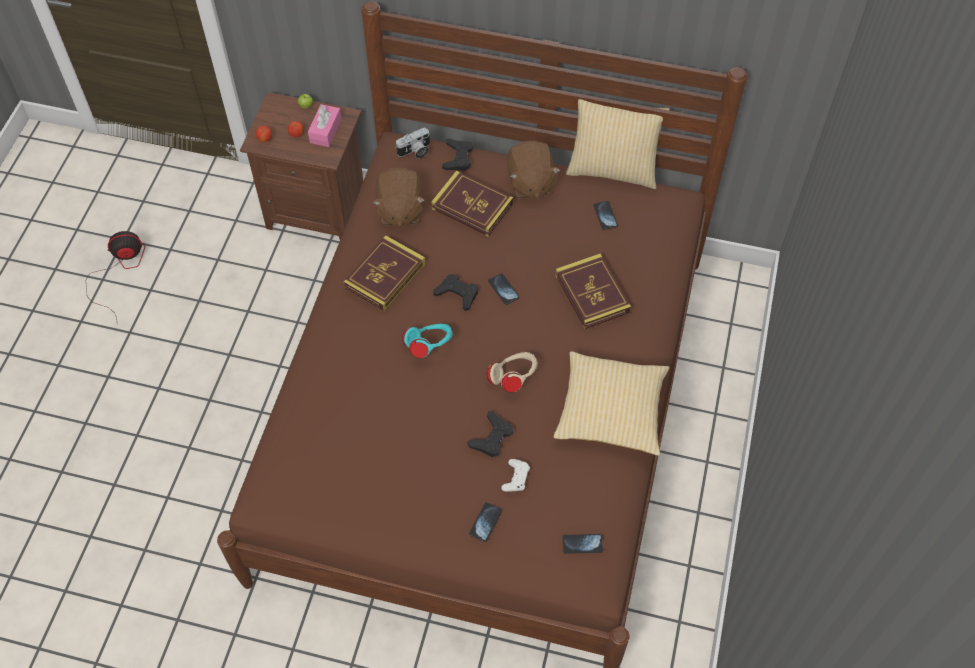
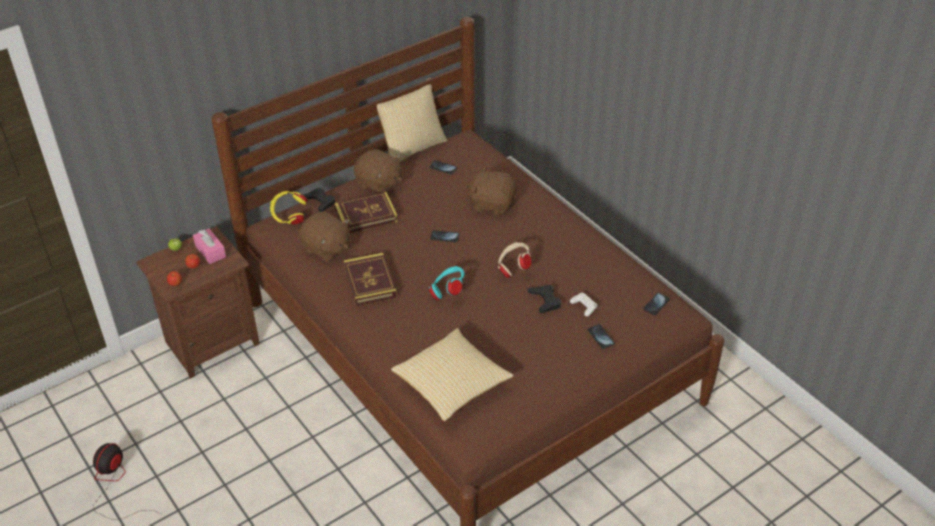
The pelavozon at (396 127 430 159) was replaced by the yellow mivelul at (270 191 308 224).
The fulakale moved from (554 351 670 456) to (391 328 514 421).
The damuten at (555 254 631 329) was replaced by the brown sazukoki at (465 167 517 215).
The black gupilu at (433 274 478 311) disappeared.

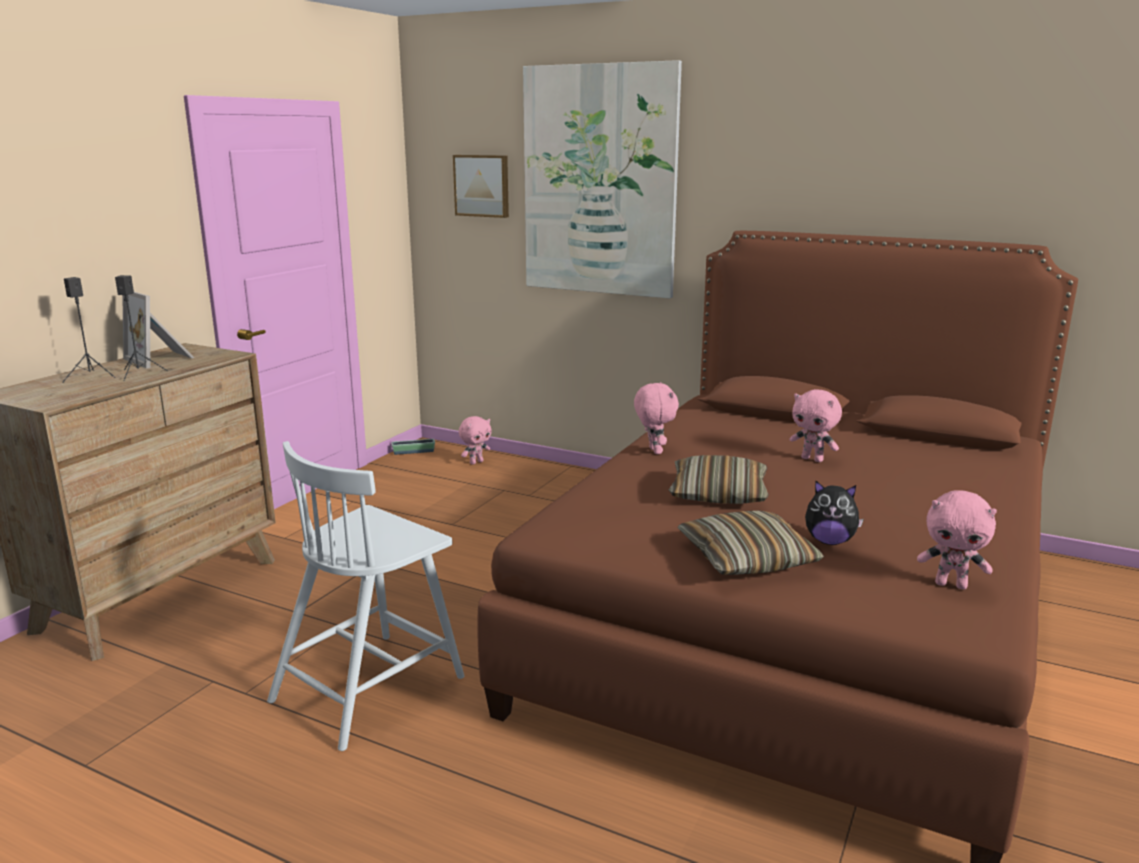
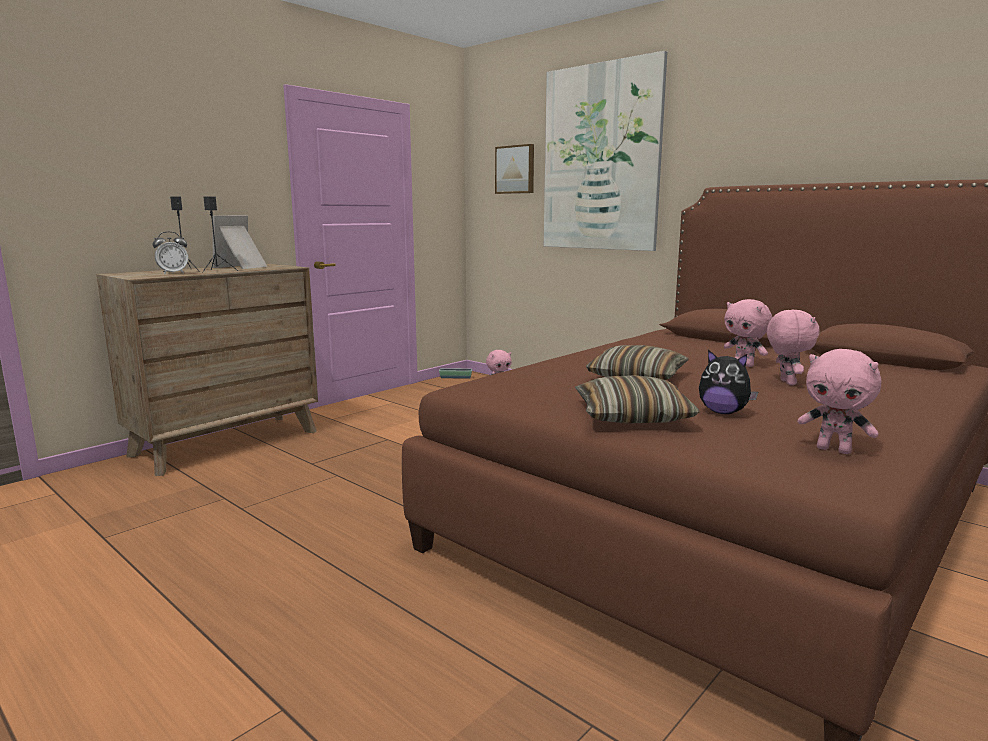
The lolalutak at (153 231 188 275) appeared.
The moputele at (122 292 194 368) turned 60 degrees clockwise.
The pink sazukoki moved from (634 382 679 454) to (767 310 820 385).
The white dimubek at (267 441 464 751) disappeared.

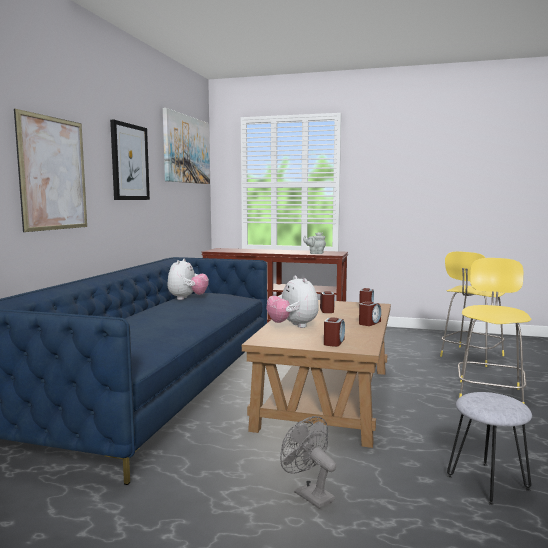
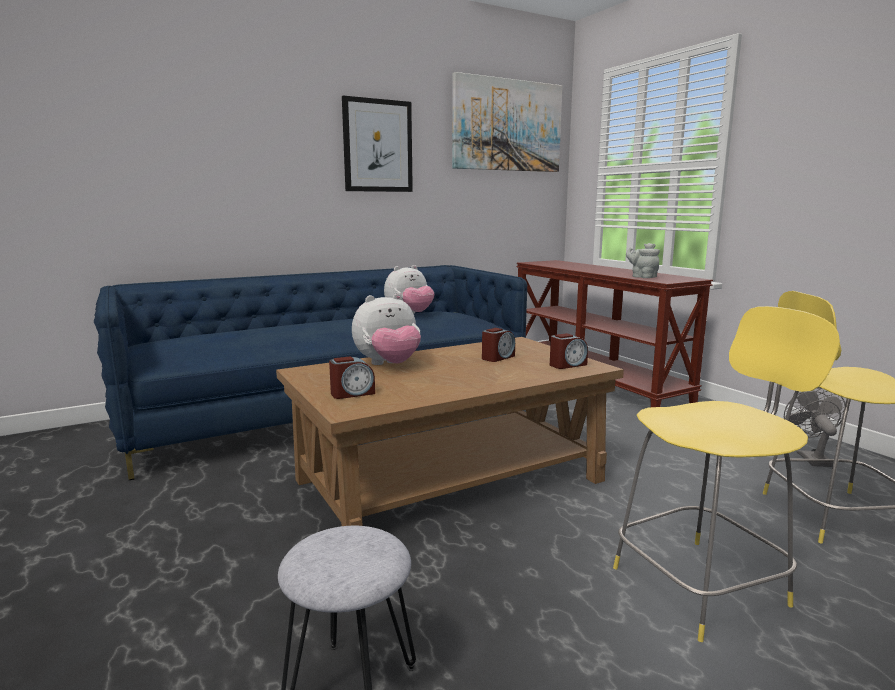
The sazukoki at (267 275 319 328) turned 135 degrees counterclockwise.
The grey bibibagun moved from (280 416 336 509) to (784 388 845 467).
The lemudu at (14 109 87 232) disappeared.
The lolalutak at (359 301 381 326) disappeared.

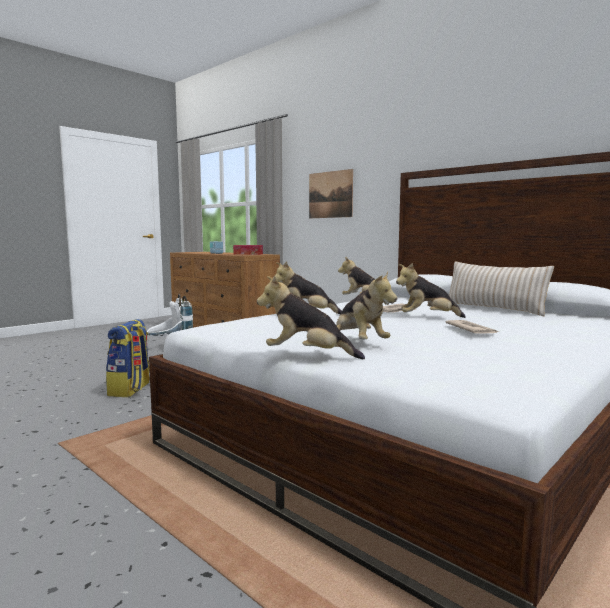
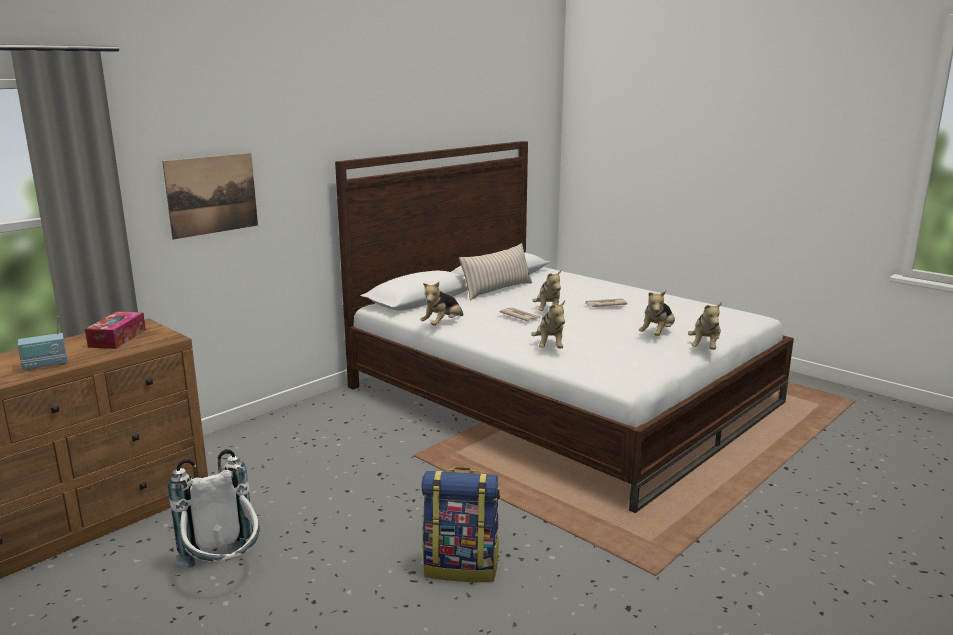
The sazukoki at (336 272 397 339) turned 150 degrees clockwise.

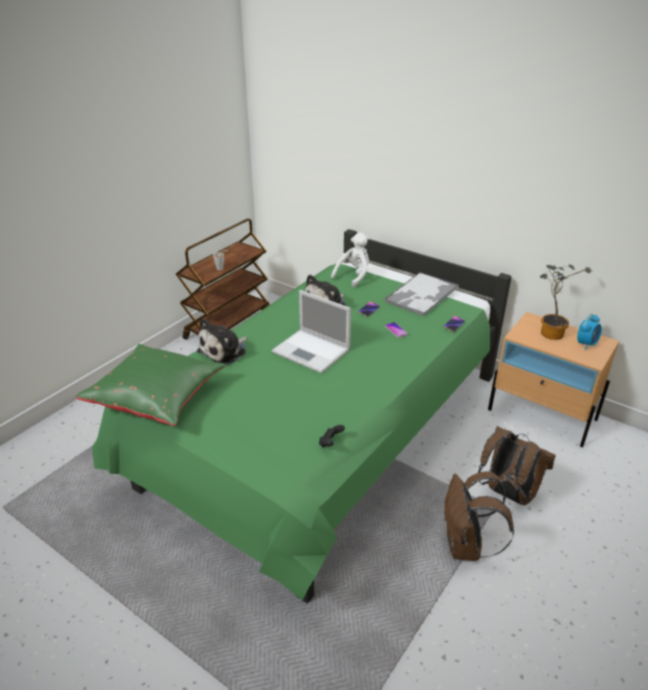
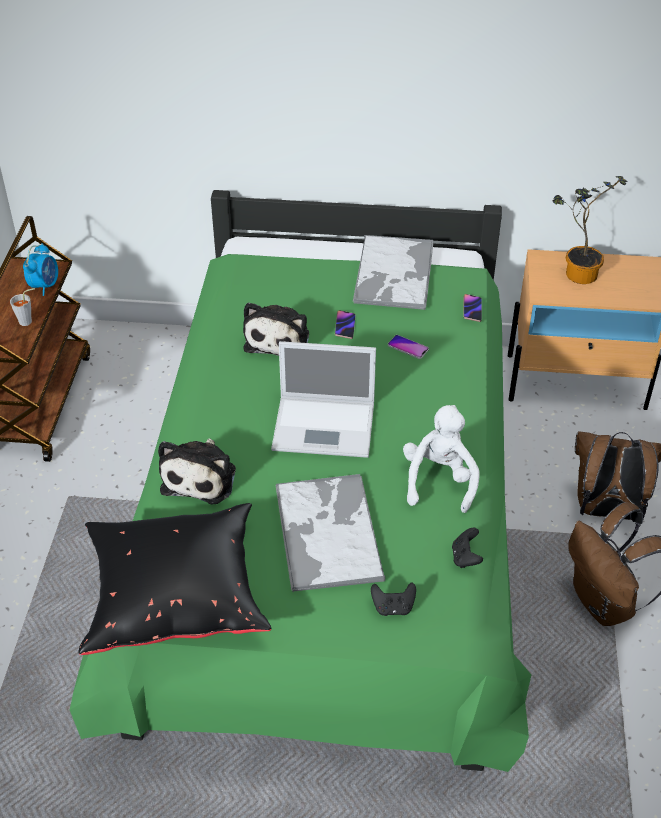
The lolalutak moved from (577 314 602 350) to (23 243 58 296).
The green fulakale at (76 344 226 426) became the black fulakale at (79 503 272 655).
The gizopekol at (275 474 385 593) appeared.
The black gupilu at (371 582 416 616) appeared.
The white sazukoki moved from (331 233 369 288) to (403 405 480 513).

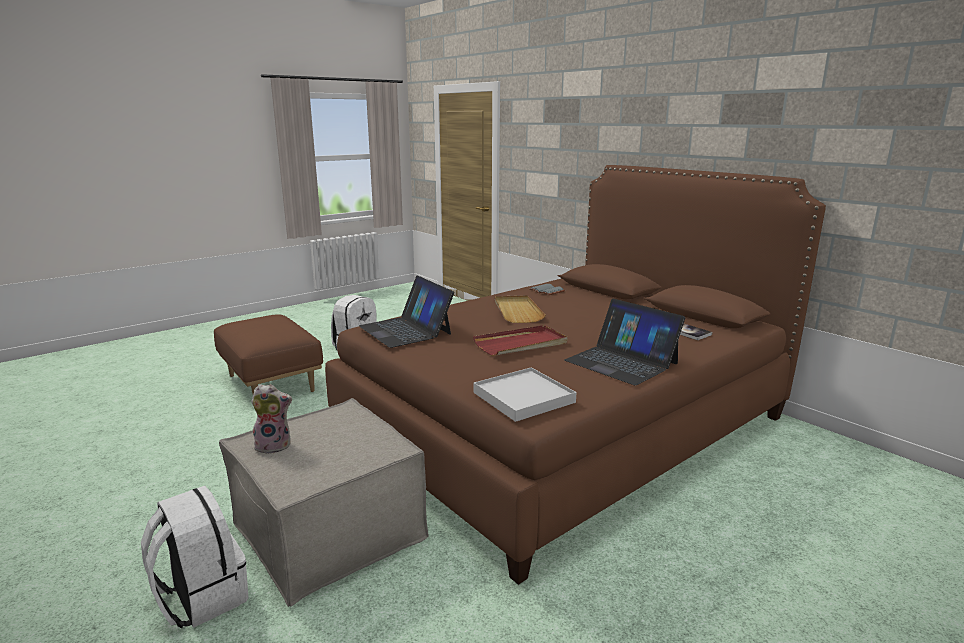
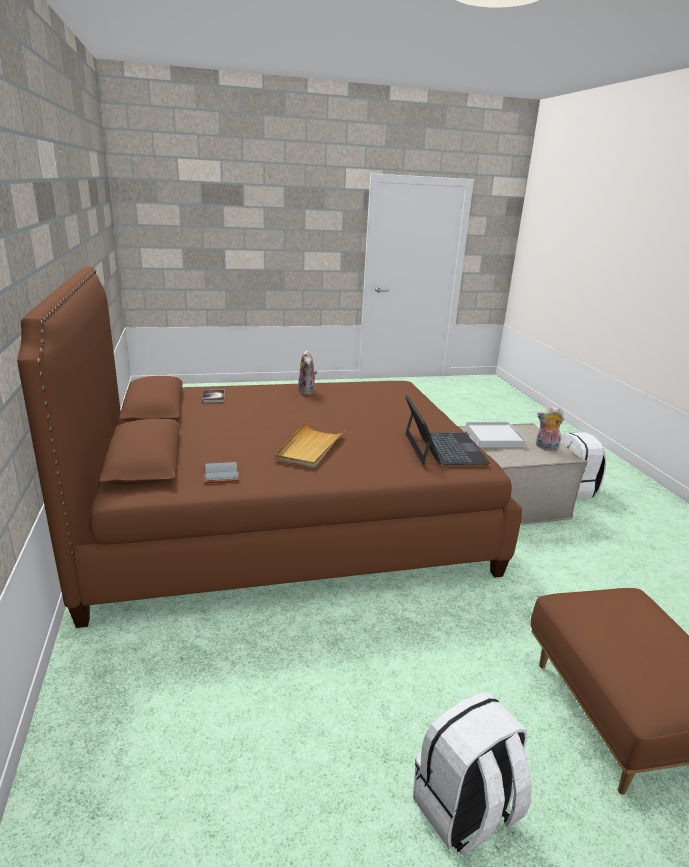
The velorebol at (564 299 685 386) was replaced by the sazukoki at (297 350 317 395).
The white gizopekol moved from (474 367 576 422) to (465 422 527 448).
The red gizopekol at (473 325 568 356) disappeared.

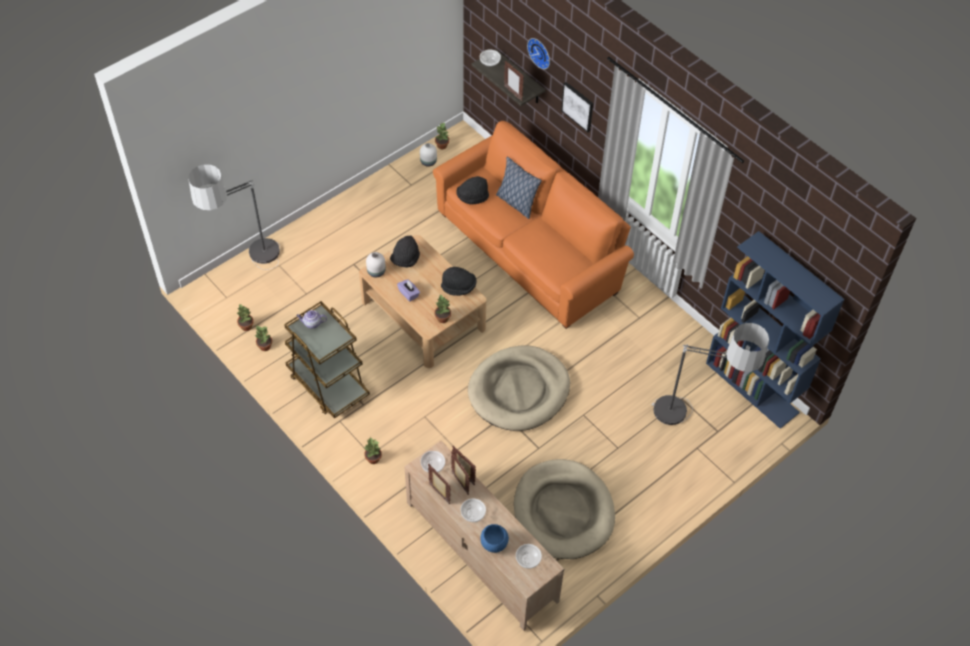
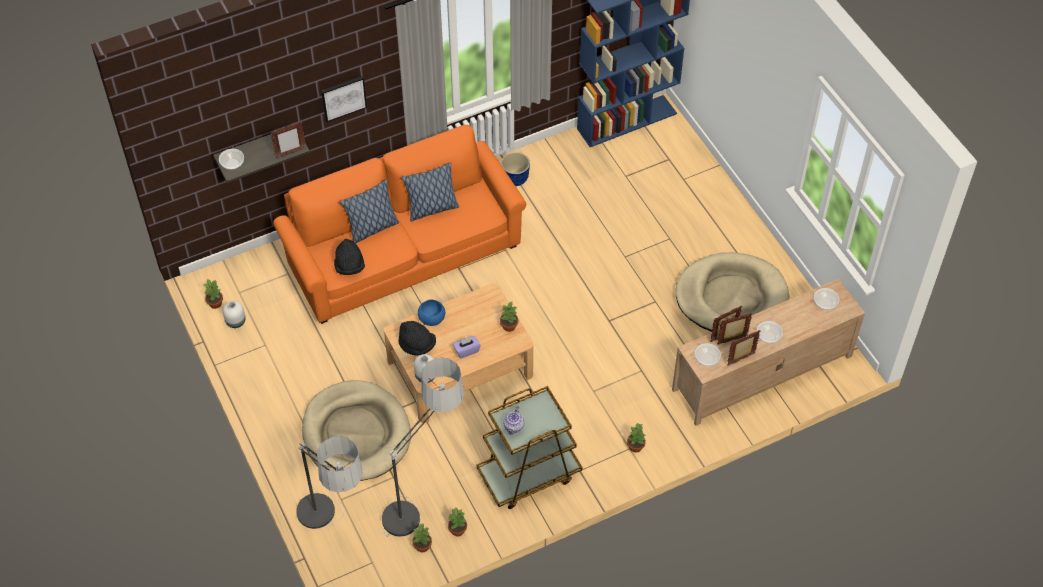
The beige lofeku moved from (468 345 570 431) to (302 380 411 481).
The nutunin moved from (651 323 769 425) to (381 358 464 537).
The fulakale at (401 163 459 222) appeared.
The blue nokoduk moved from (481 524 509 553) to (418 300 445 326).
The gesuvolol at (501 152 530 186) appeared.
The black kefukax at (441 267 477 296) disappeared.
The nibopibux at (527 38 550 69) disappeared.

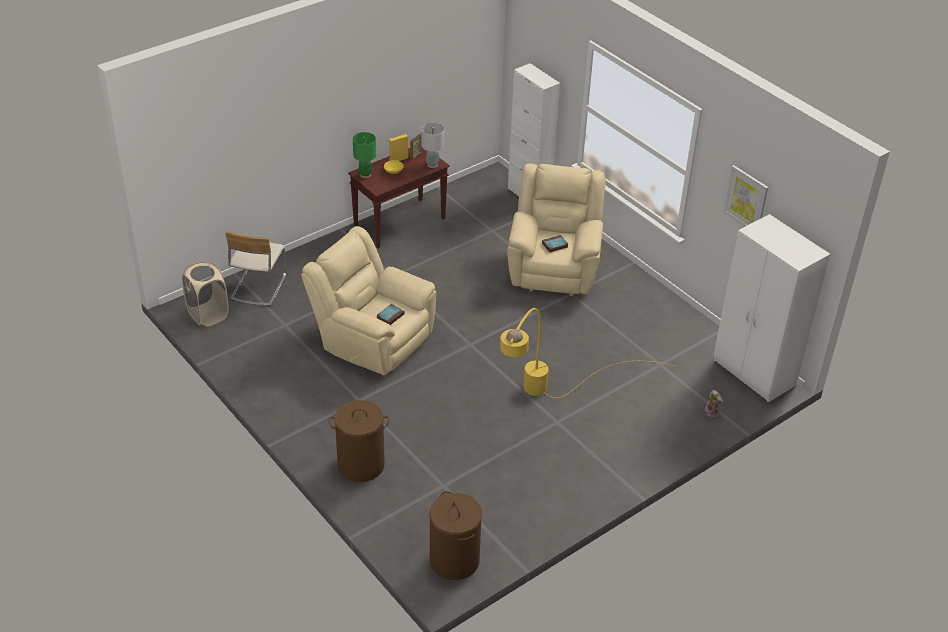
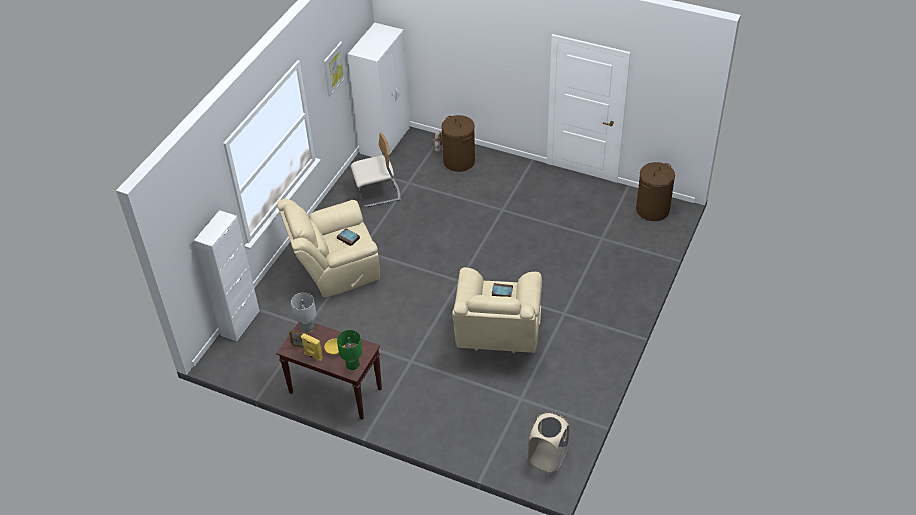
The beige dimubek moved from (225 231 286 306) to (351 132 401 207).
The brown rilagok moved from (329 400 389 482) to (441 115 475 172).
The yellow nutunin at (500 308 674 398) disappeared.

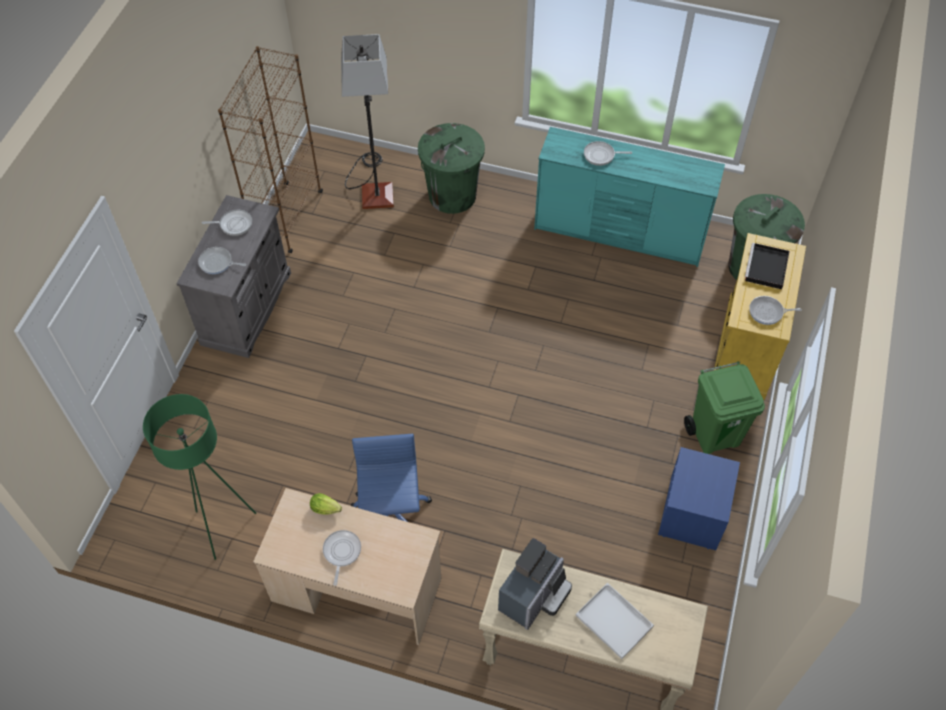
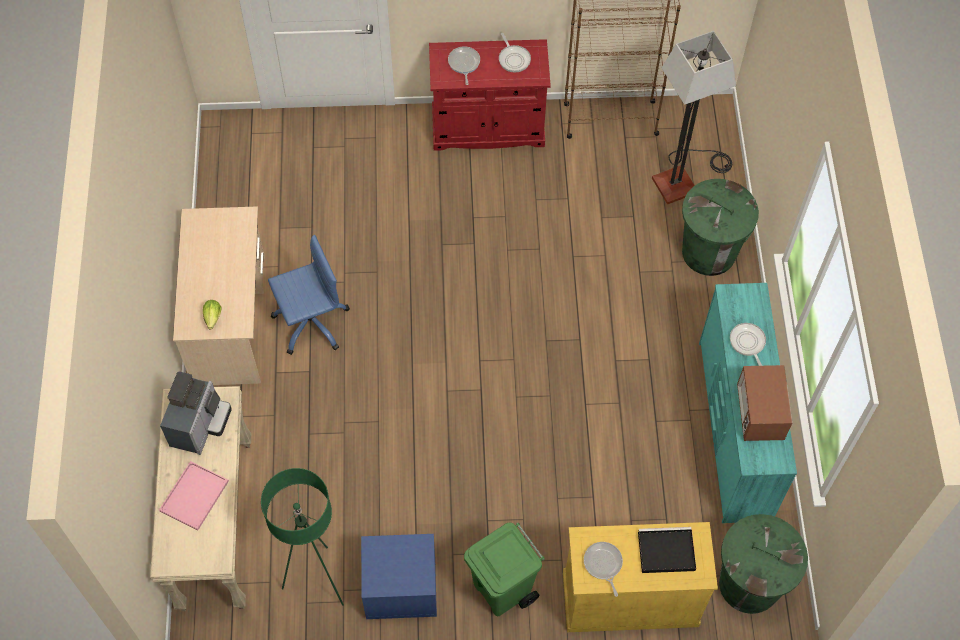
The white gizopekol at (575 583 654 659) became the pink gizopekol at (159 461 229 530).
The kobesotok at (498 538 572 630) turned 90 degrees counterclockwise.
The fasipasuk moved from (310 493 342 515) to (203 300 221 329).
The green nutunin moved from (143 394 256 560) to (261 468 344 606).
The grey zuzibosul at (176 195 291 358) became the red zuzibosul at (429 39 551 151).
The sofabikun at (737 365 792 441) appeared.
The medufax at (323 530 361 586) disappeared.

